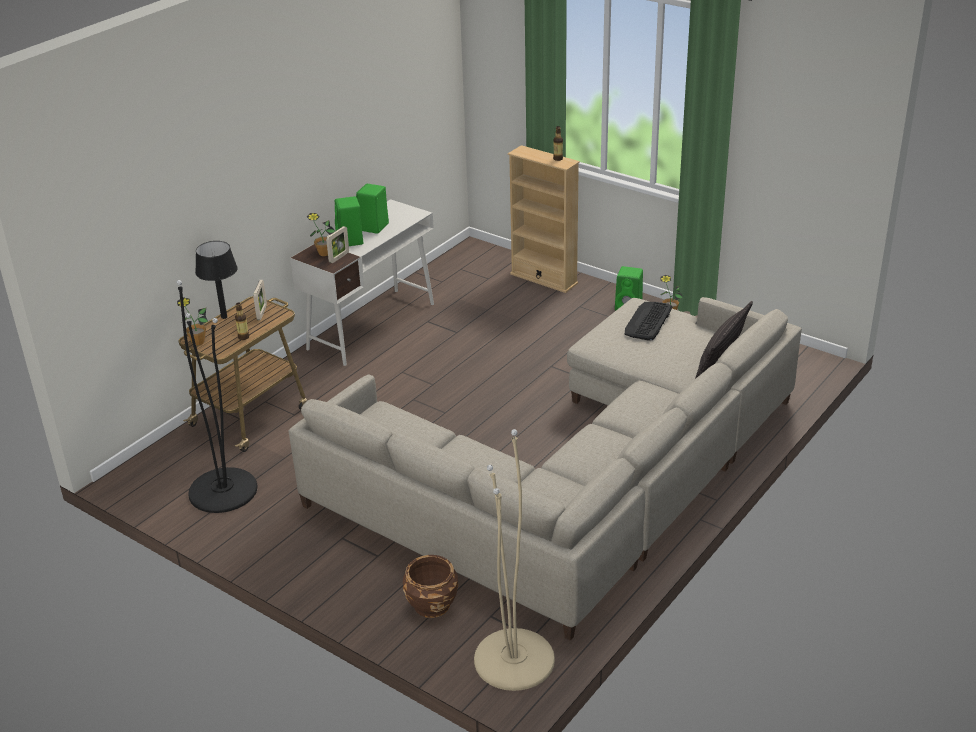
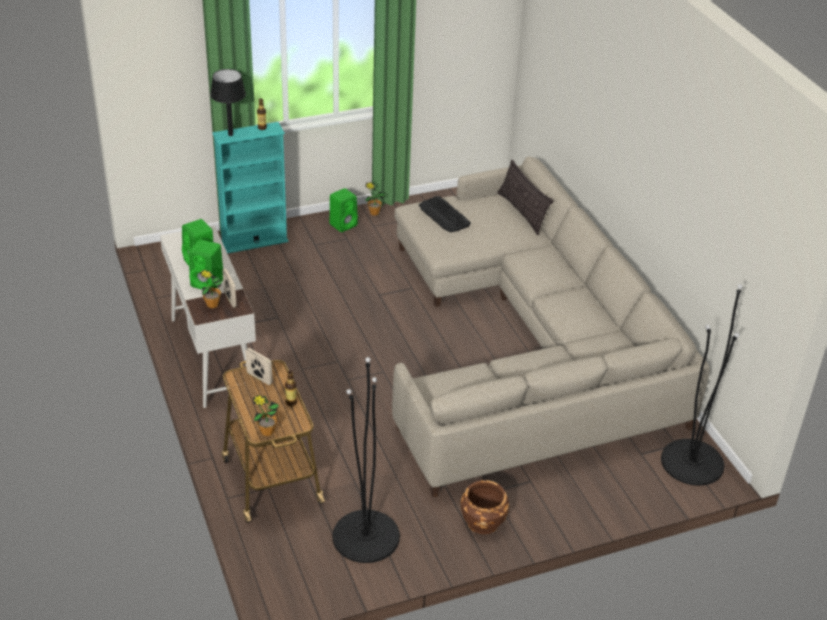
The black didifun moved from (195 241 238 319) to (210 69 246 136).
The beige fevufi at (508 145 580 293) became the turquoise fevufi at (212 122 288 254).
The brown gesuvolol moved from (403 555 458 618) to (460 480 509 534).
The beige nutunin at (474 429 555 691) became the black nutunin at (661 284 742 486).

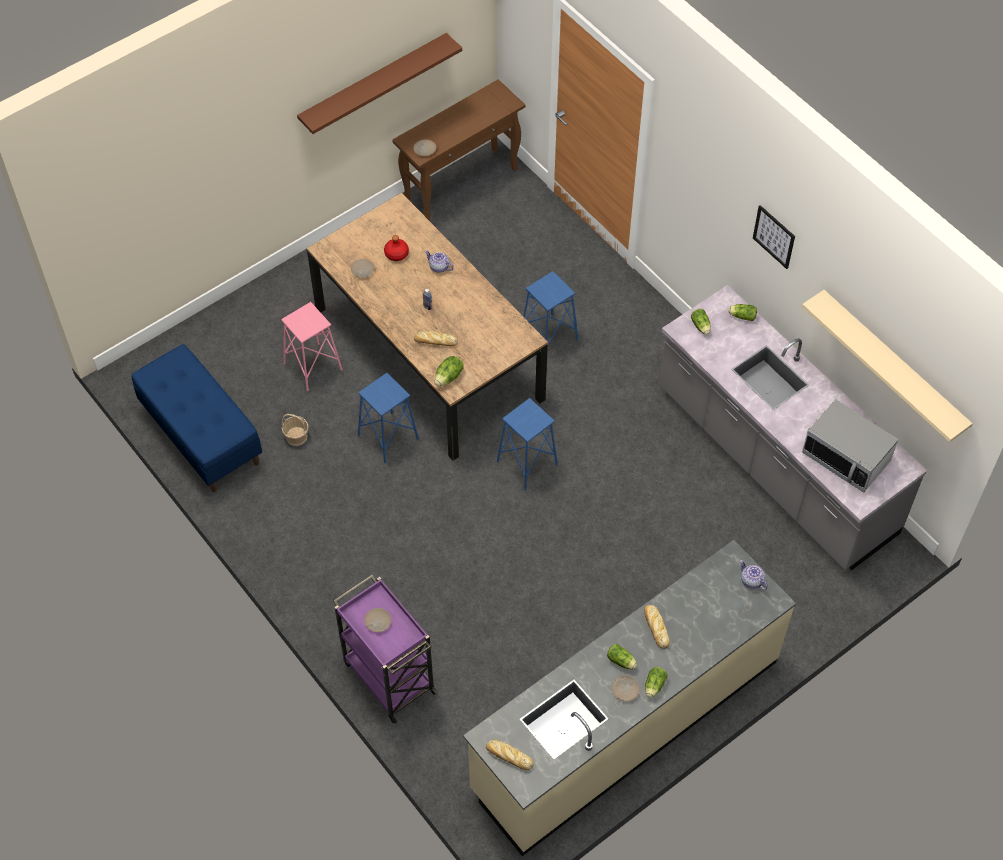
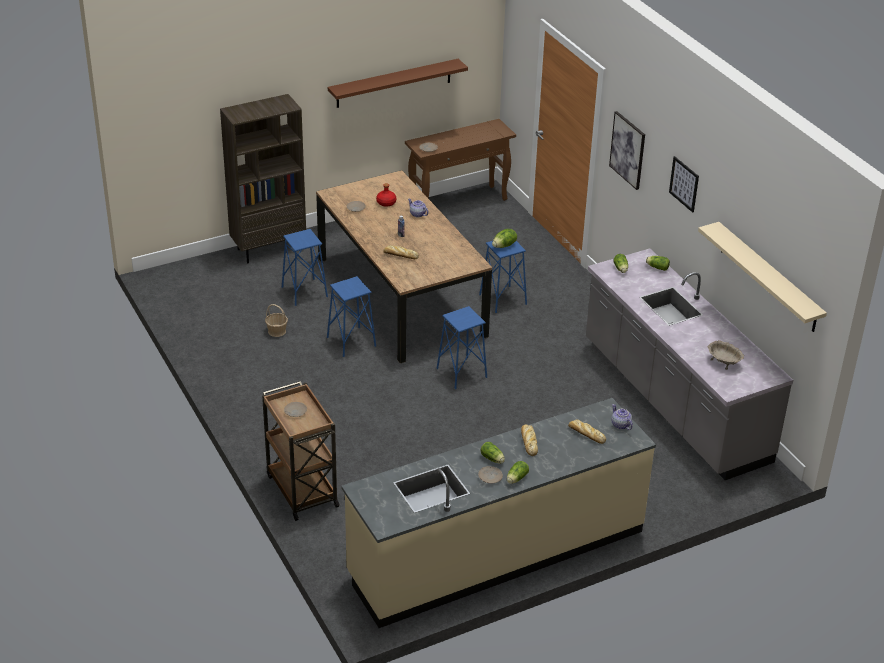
The brown fevufi at (220 94 306 263) appeared.
The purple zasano at (333 575 438 723) became the brown zasano at (262 381 340 521).
The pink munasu at (281 302 343 391) became the blue munasu at (282 229 328 306).
The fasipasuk moved from (434 356 464 386) to (492 229 517 248).
The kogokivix moved from (486 740 534 770) to (568 419 606 444).
The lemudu at (609 111 645 190) appeared.
The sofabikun at (802 399 898 492) was replaced by the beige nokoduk at (707 340 744 370).
The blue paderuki at (132 344 262 492) disappeared.

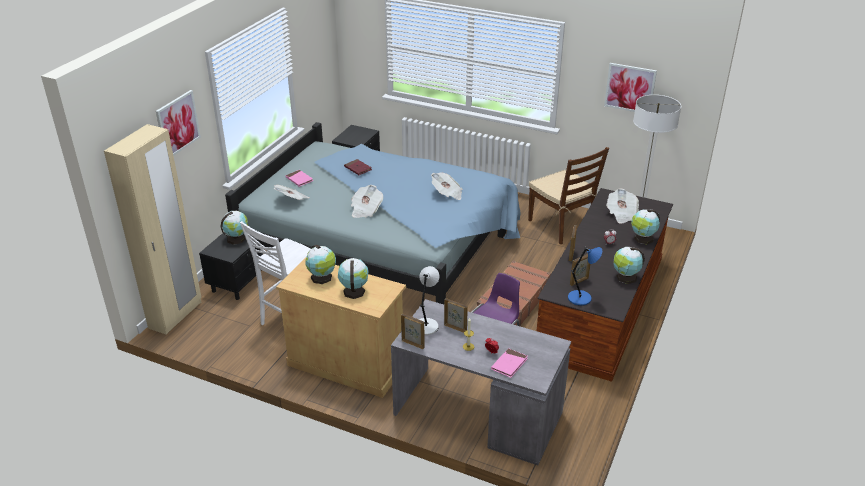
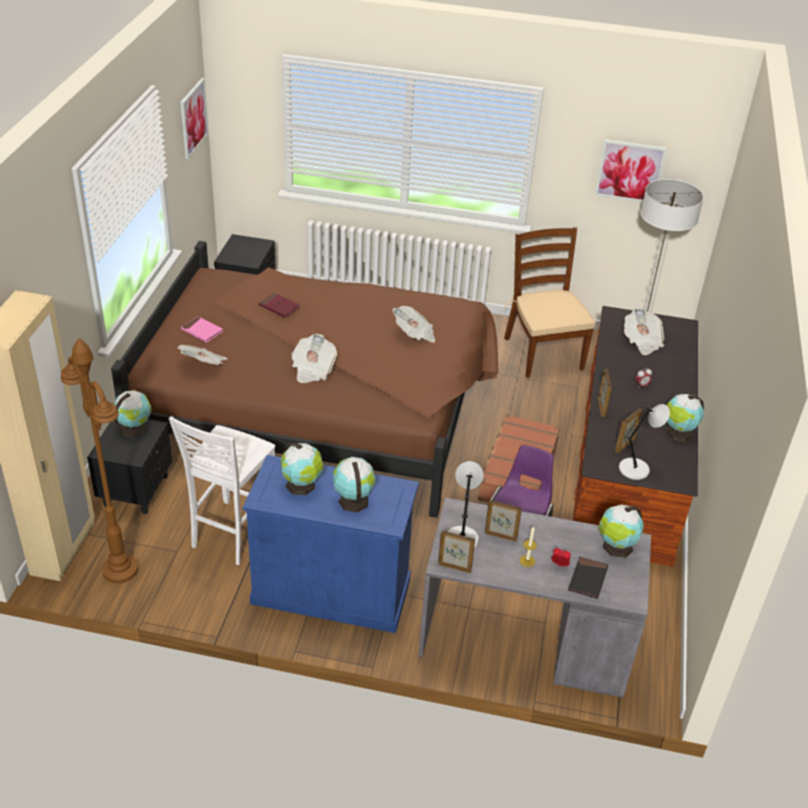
The brown nutunin at (61 338 138 583) appeared.
The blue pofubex at (225 122 521 304) became the brown pofubex at (111 241 498 518).
The lemudu moved from (156 90 201 156) to (180 78 209 159).
The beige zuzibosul at (276 257 406 398) became the blue zuzibosul at (243 455 419 633).
The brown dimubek at (528 147 609 244) turned 150 degrees counterclockwise.
The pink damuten at (491 348 528 378) became the black damuten at (568 557 608 599).
The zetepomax moved from (631 209 660 244) to (599 505 644 558).
The blue didifun at (568 247 602 306) became the grey didifun at (619 404 670 480).

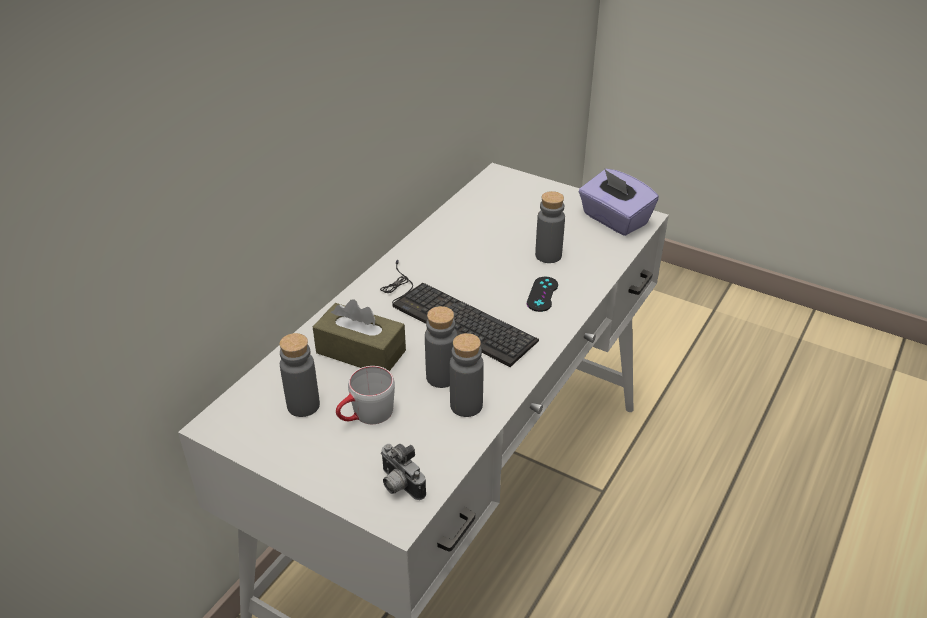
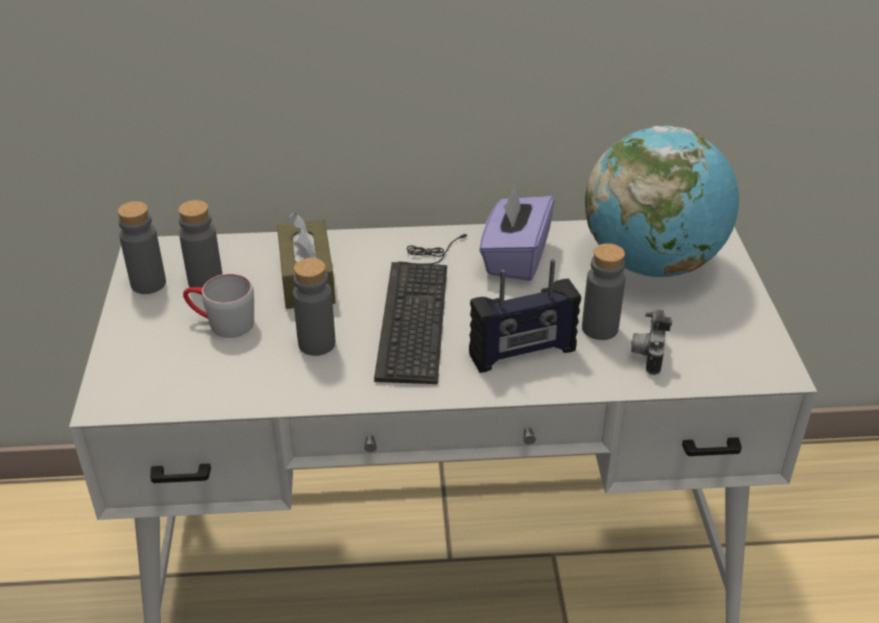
The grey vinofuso moved from (450 333 484 417) to (117 201 166 294).
The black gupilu at (527 277 558 312) was replaced by the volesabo at (469 259 581 373).
The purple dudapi moved from (579 169 659 236) to (479 186 555 281).
The zetepomax at (585 126 739 277) appeared.
The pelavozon moved from (381 444 426 500) to (631 310 672 375).

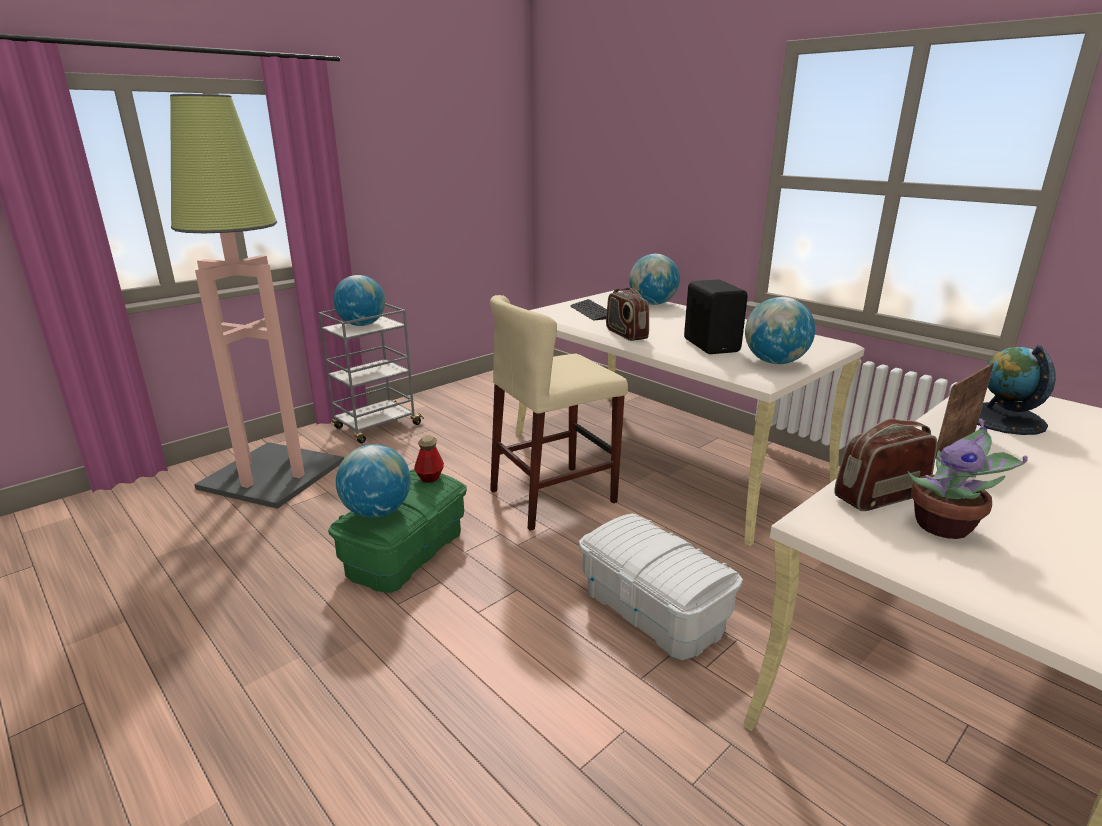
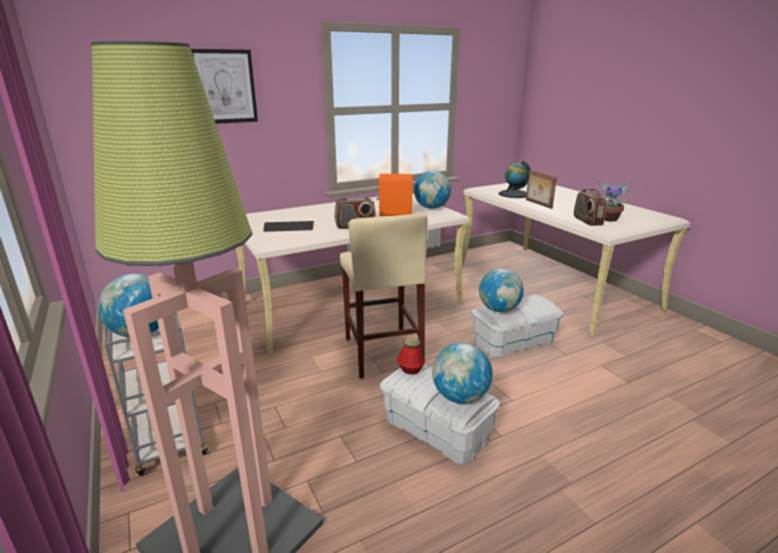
The lemudu at (191 49 258 124) appeared.
The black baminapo at (684 280 748 354) became the orange baminapo at (377 174 413 216).
The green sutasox at (328 469 467 593) became the white sutasox at (380 364 500 465).
The zetepomax moved from (629 254 680 305) to (479 268 524 312).

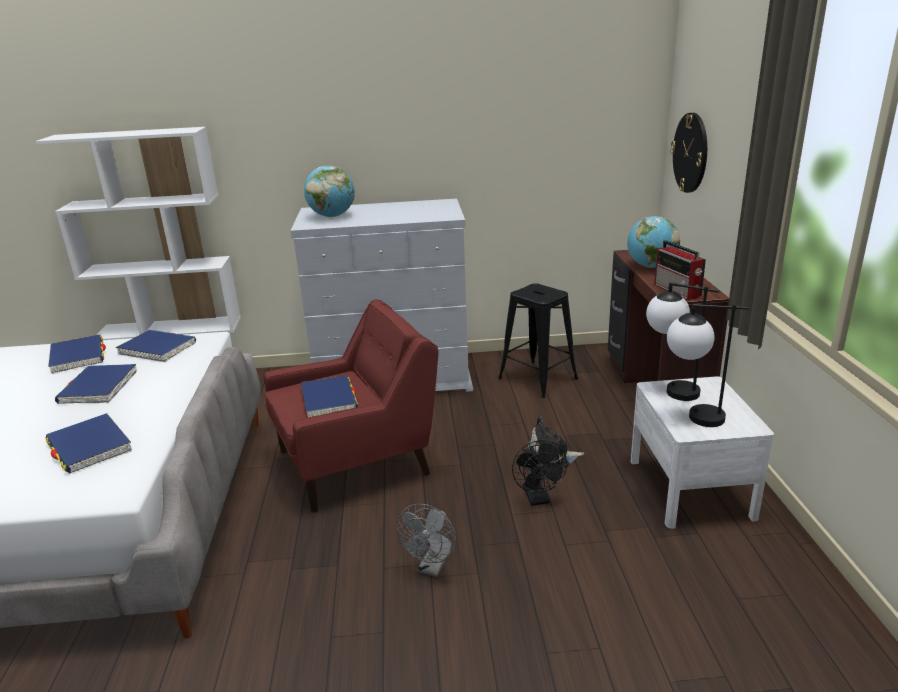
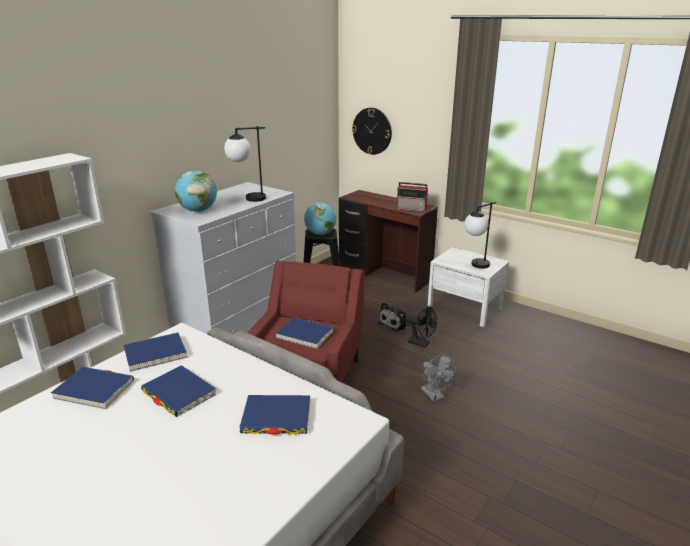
The didifun moved from (646 282 719 401) to (224 126 266 202).
The zetepomax moved from (627 216 680 268) to (304 202 337 235).

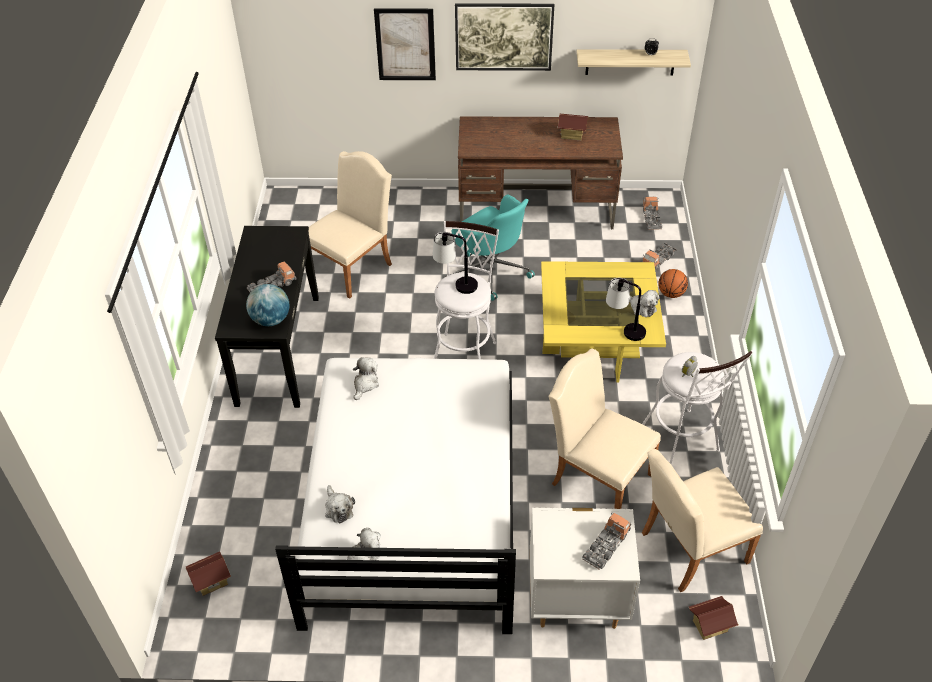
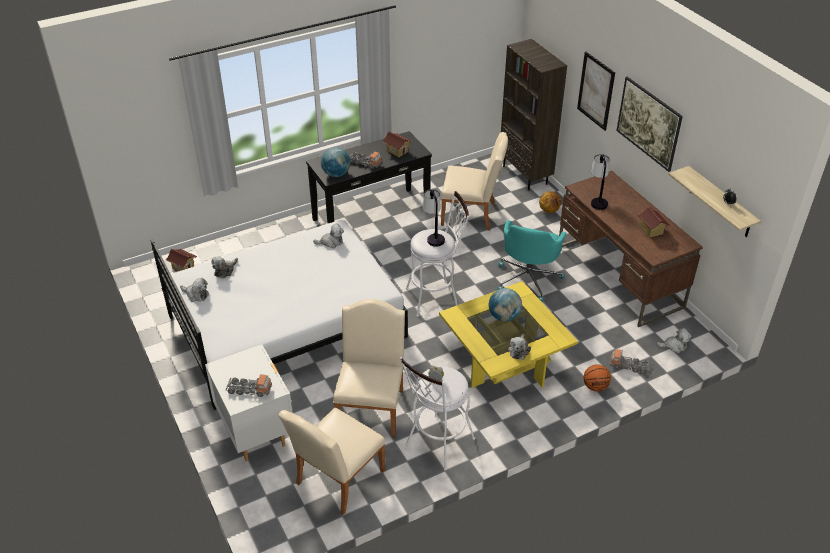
The beige dimubek at (642 449 763 592) turned 90 degrees counterclockwise.
The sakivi moved from (689 596 739 640) to (382 131 413 157).
The zetepomax at (489 288 522 322) appeared.
The brown fevufi at (501 39 567 191) appeared.
The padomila at (539 191 561 213) appeared.
The didifun moved from (606 278 646 341) to (591 154 610 210).
The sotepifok at (642 197 662 230) was replaced by the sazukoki at (657 328 691 353).

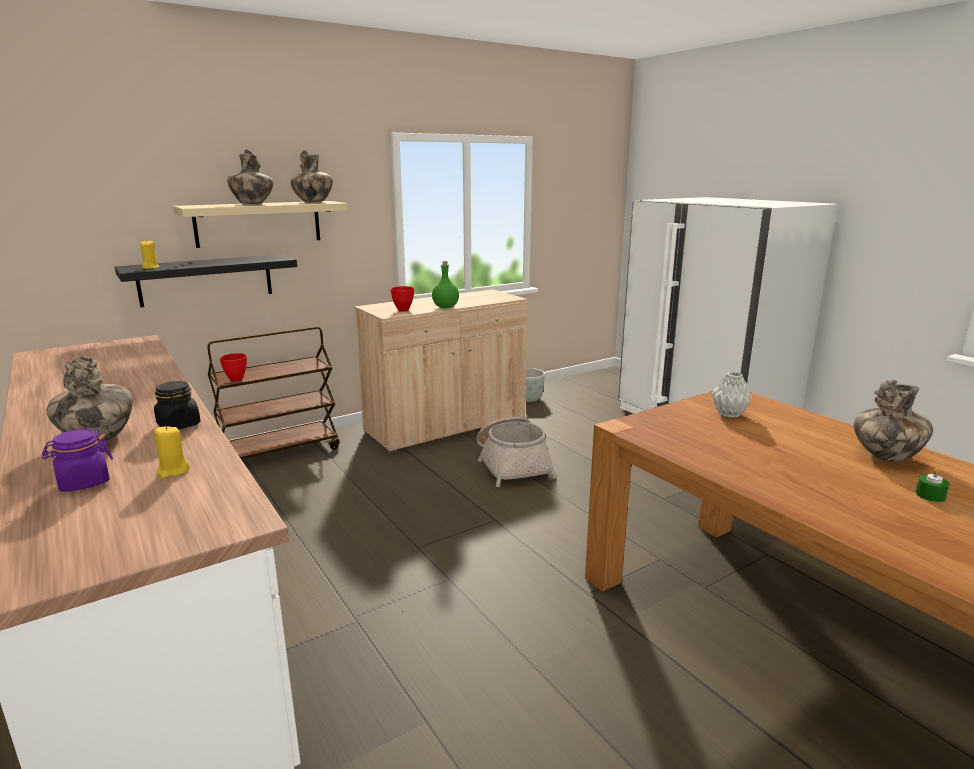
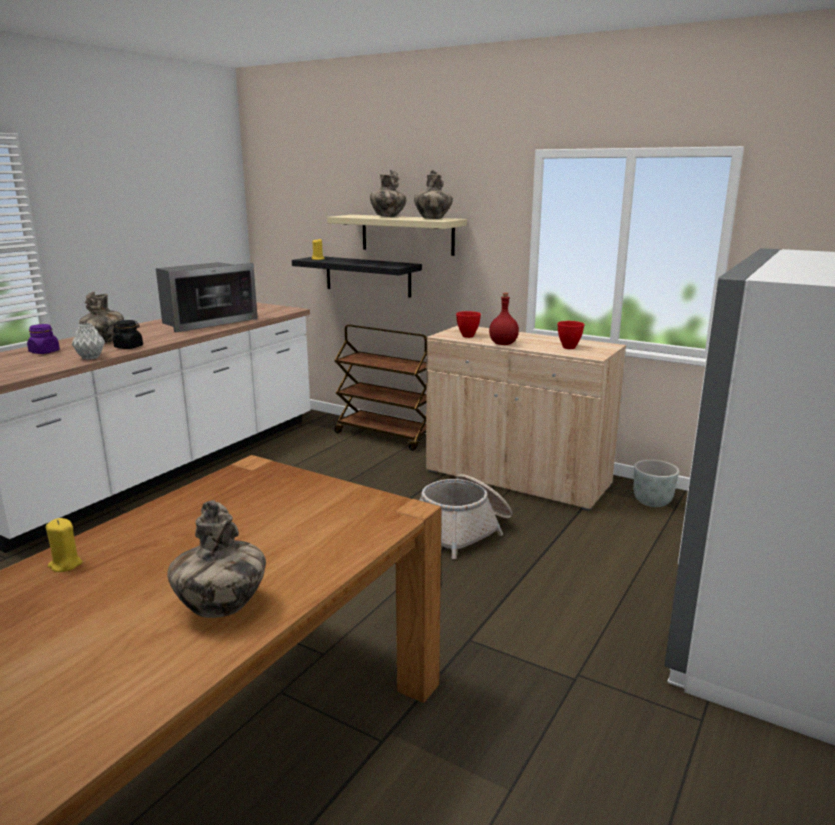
The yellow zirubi moved from (154 425 190 478) to (46 518 83 572).
The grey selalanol moved from (712 372 752 418) to (72 323 105 360).
The sofabikun at (156 262 258 332) appeared.
The green vinofuso at (432 261 459 308) became the red vinofuso at (489 293 519 345).
The red nokoduk moved from (220 353 247 381) to (557 321 584 349).
The green zirubi at (915 468 950 502) disappeared.

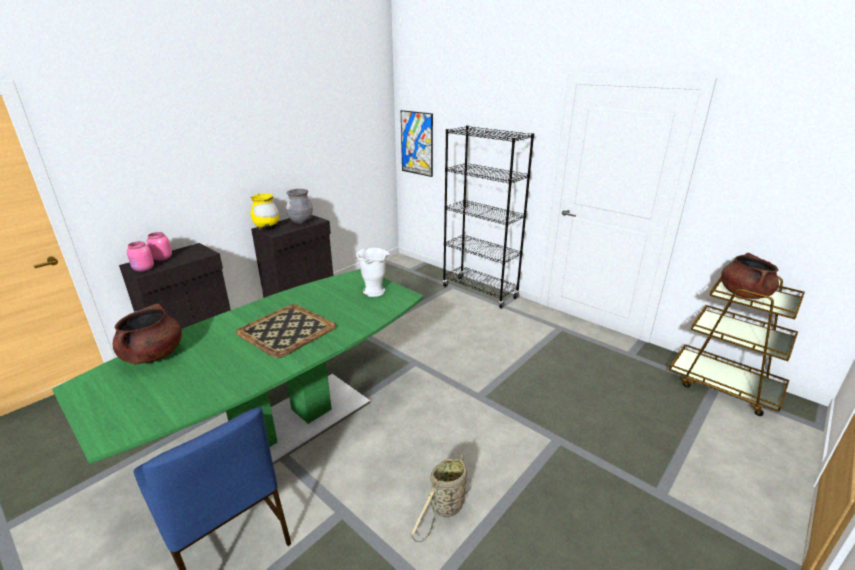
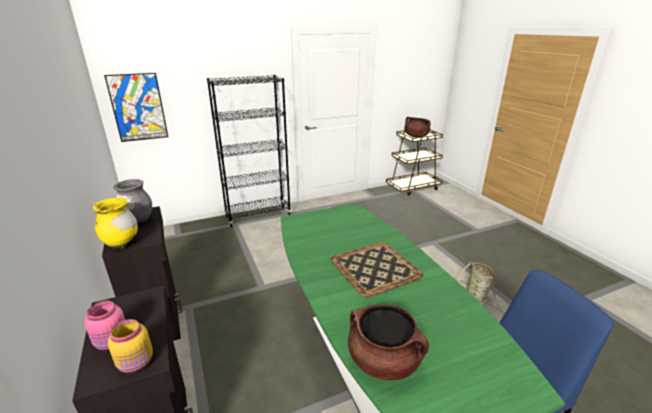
The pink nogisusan at (127 241 154 272) became the yellow nogisusan at (108 319 153 373).
The white selalanol at (356 248 390 297) disappeared.

